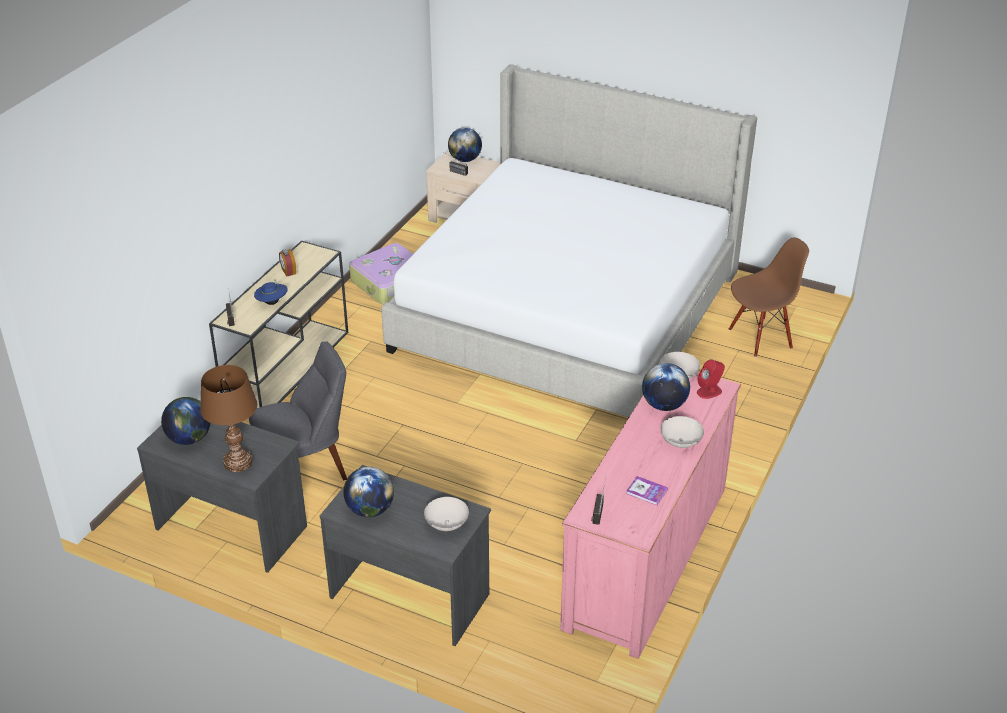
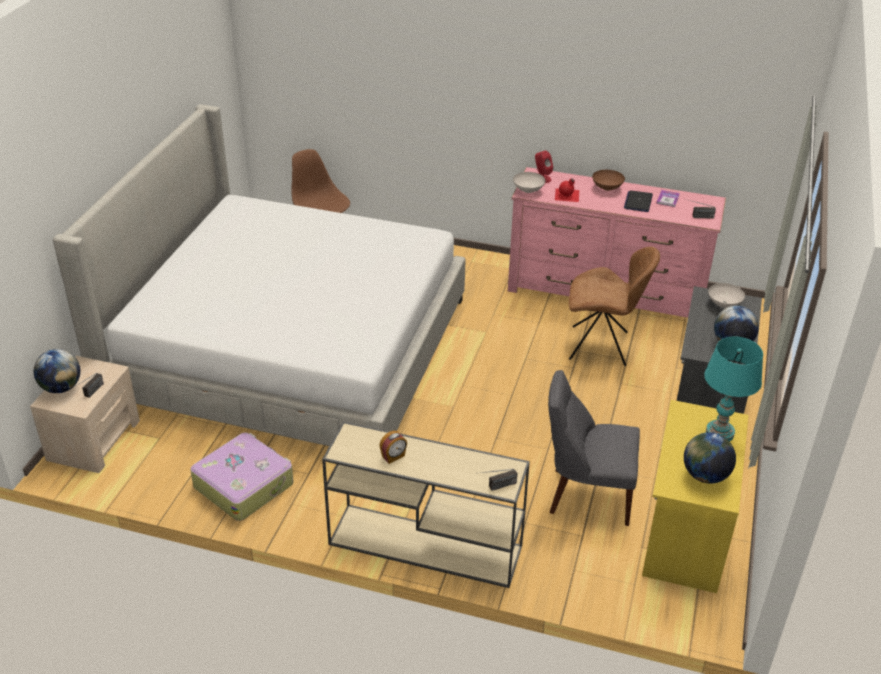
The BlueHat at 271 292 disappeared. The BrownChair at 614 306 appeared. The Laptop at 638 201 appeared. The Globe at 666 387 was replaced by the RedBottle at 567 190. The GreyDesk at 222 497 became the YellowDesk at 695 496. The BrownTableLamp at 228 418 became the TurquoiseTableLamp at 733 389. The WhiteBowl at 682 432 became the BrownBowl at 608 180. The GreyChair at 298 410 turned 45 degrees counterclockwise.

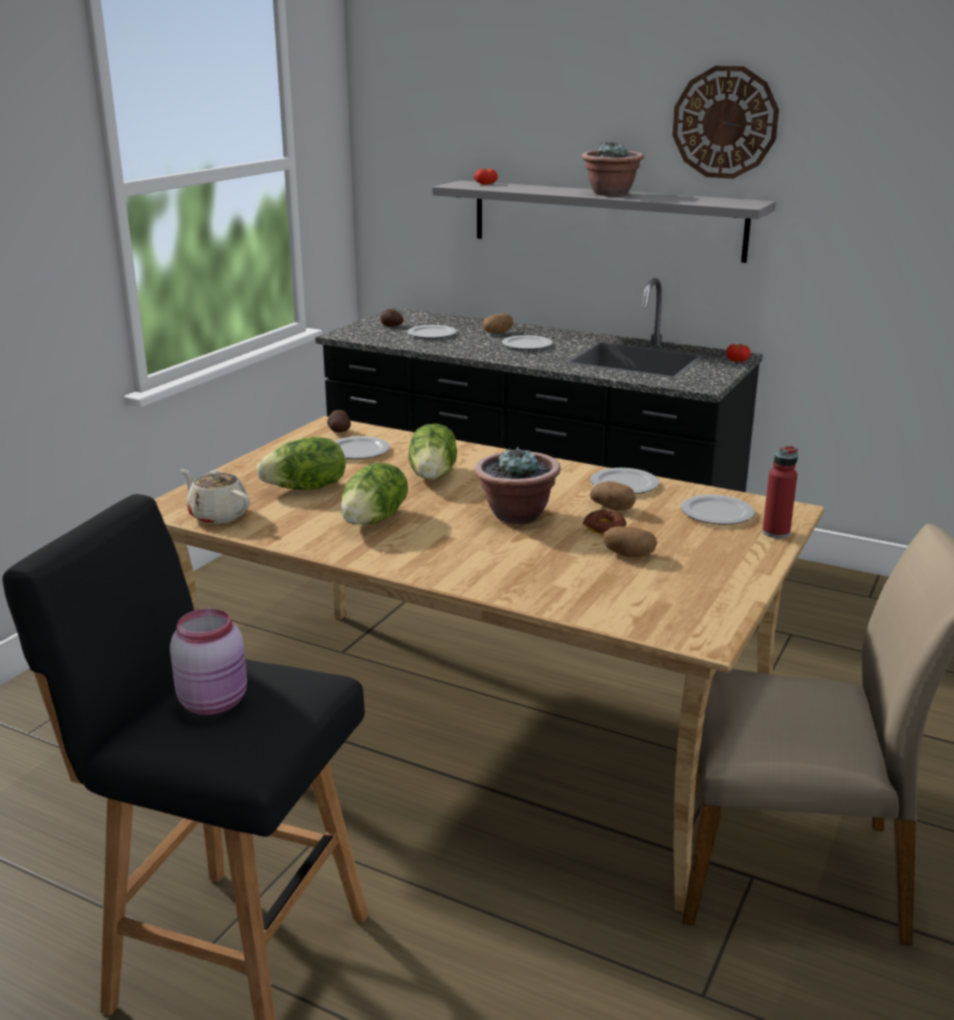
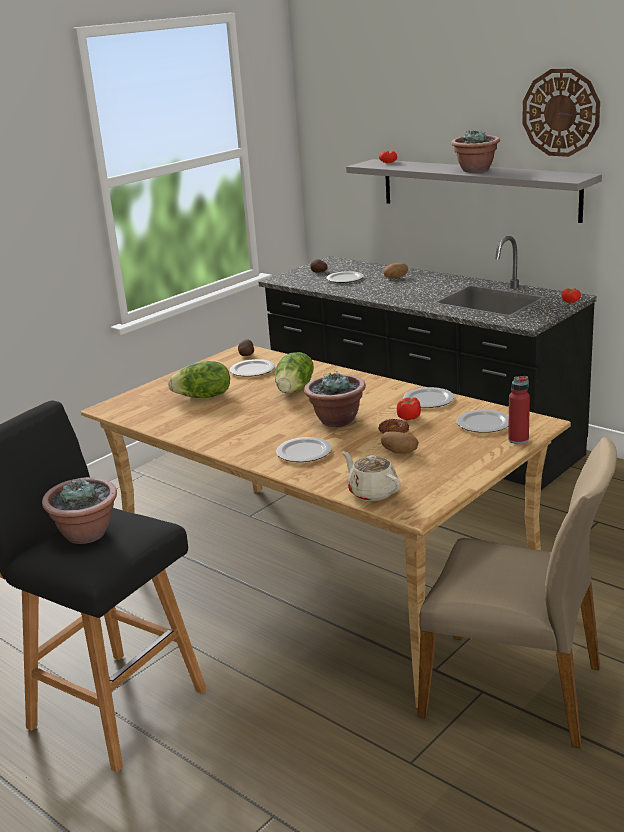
The Lettuce at 374 494 disappeared. The BeigeTeapot moved from 215 496 to 371 476. The Plate moved from 527 342 to 304 449. The PinkJar at 208 661 was replaced by the PottedPlant at 79 510. The Potato at 613 495 was replaced by the Tomato at 409 408.

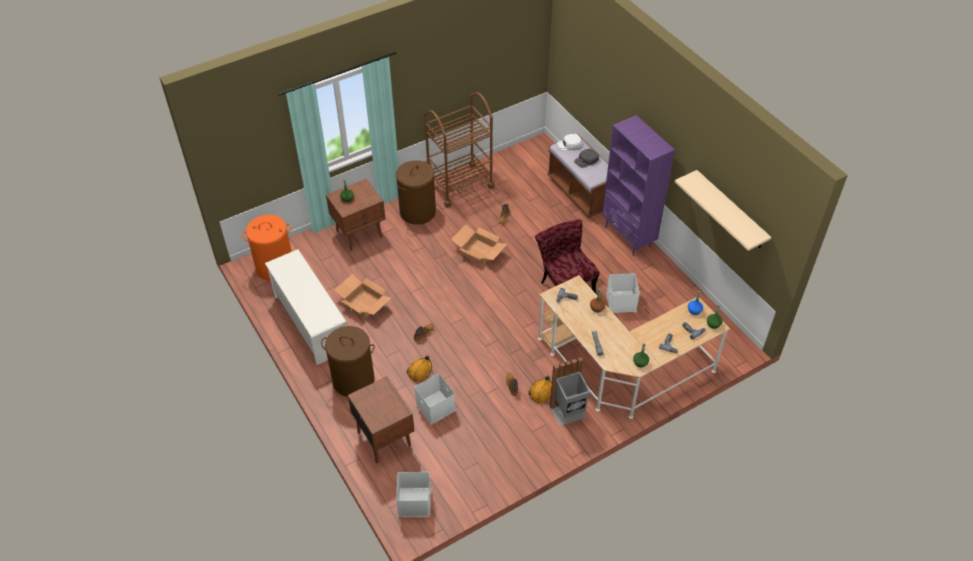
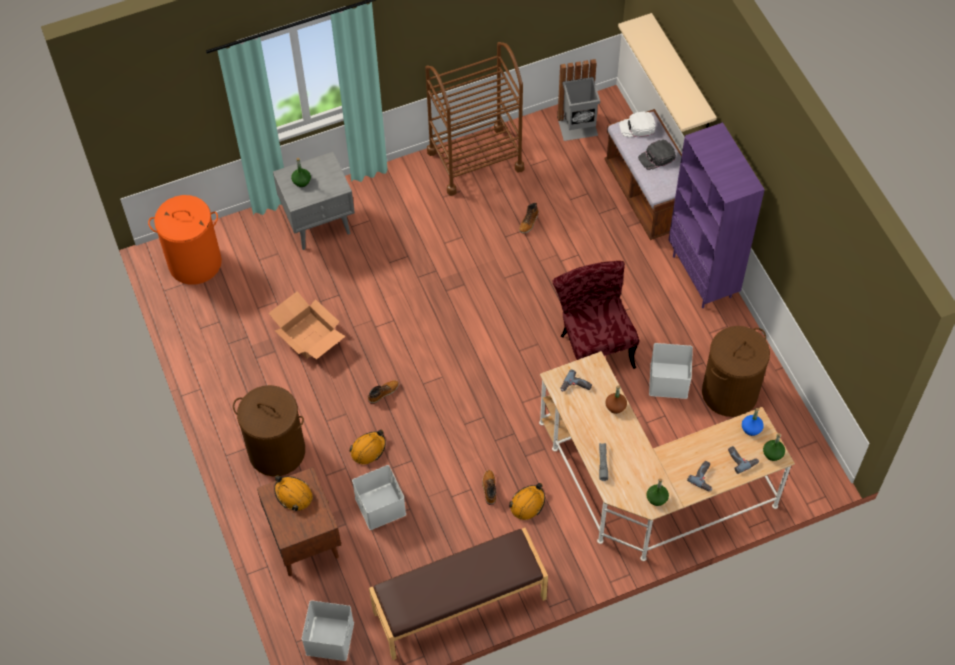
The WhiteShoeRack at 305 307 disappeared. The CardboardBox at 479 244 disappeared. The OrangeHardHat at 293 493 appeared. The BrownBench at 458 594 appeared. The BrownLaundryBasket moved from 416 192 to 736 371. The GreyTrashCan moved from 570 391 to 578 100. The BeigeShelf moved from 723 210 to 667 72. The BrownNightstand at 356 215 became the GreyNightstand at 314 201.

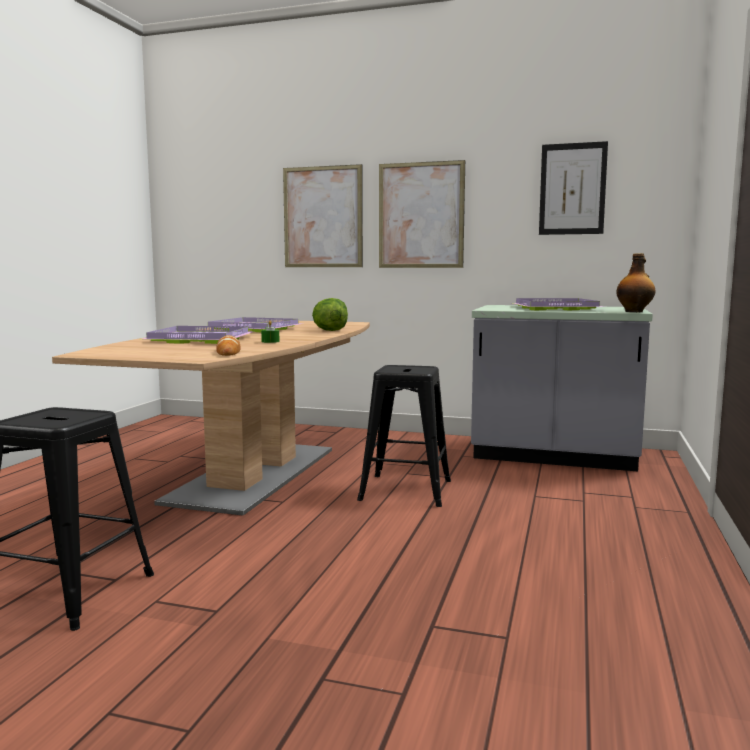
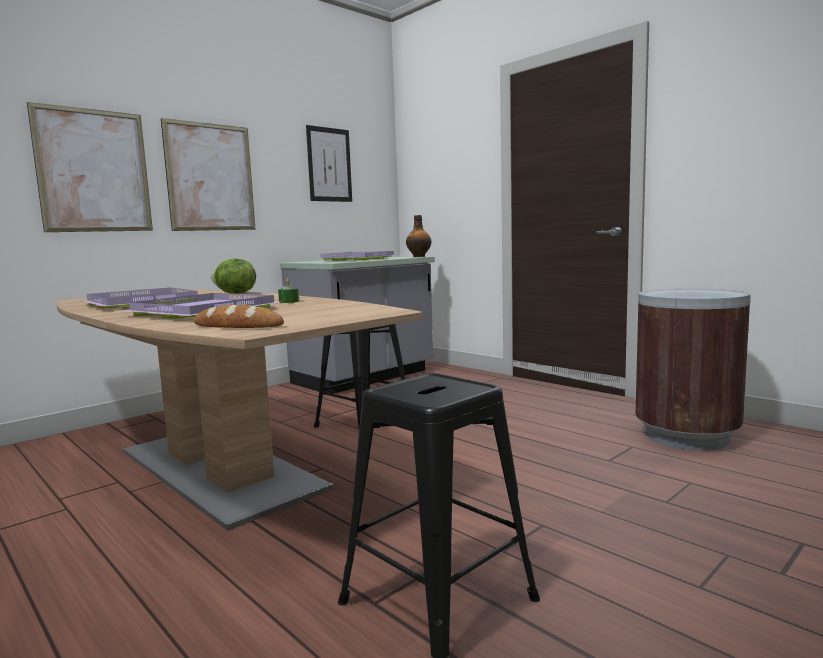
The BrownTrashCan at 693 369 appeared. The Bread moved from 228 345 to 239 316.

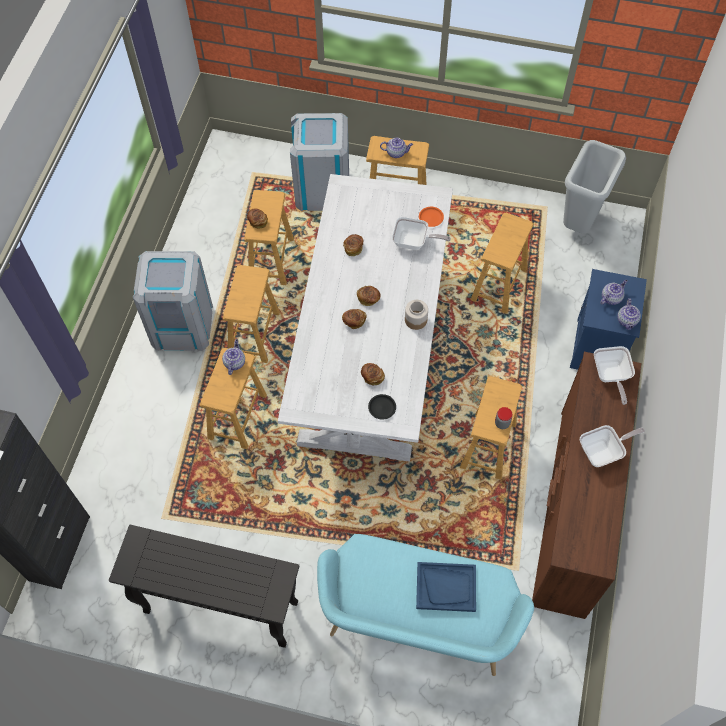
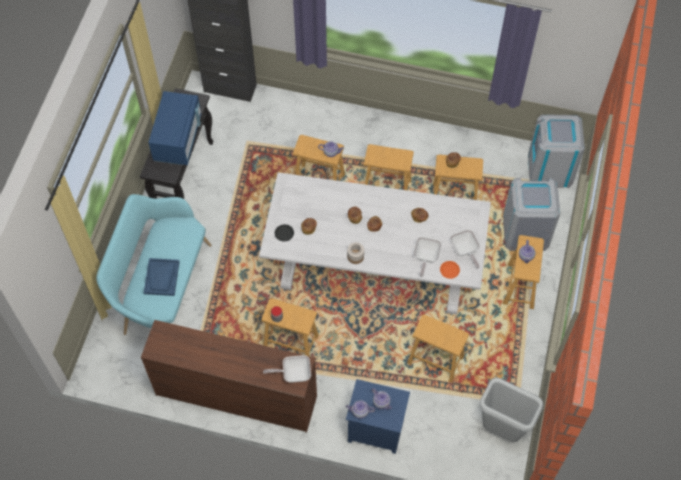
The BlueMicrowave at 174 128 appeared. The GreyTrashCan moved from 173 301 to 556 151. The FryingPan moved from 612 446 to 465 249.

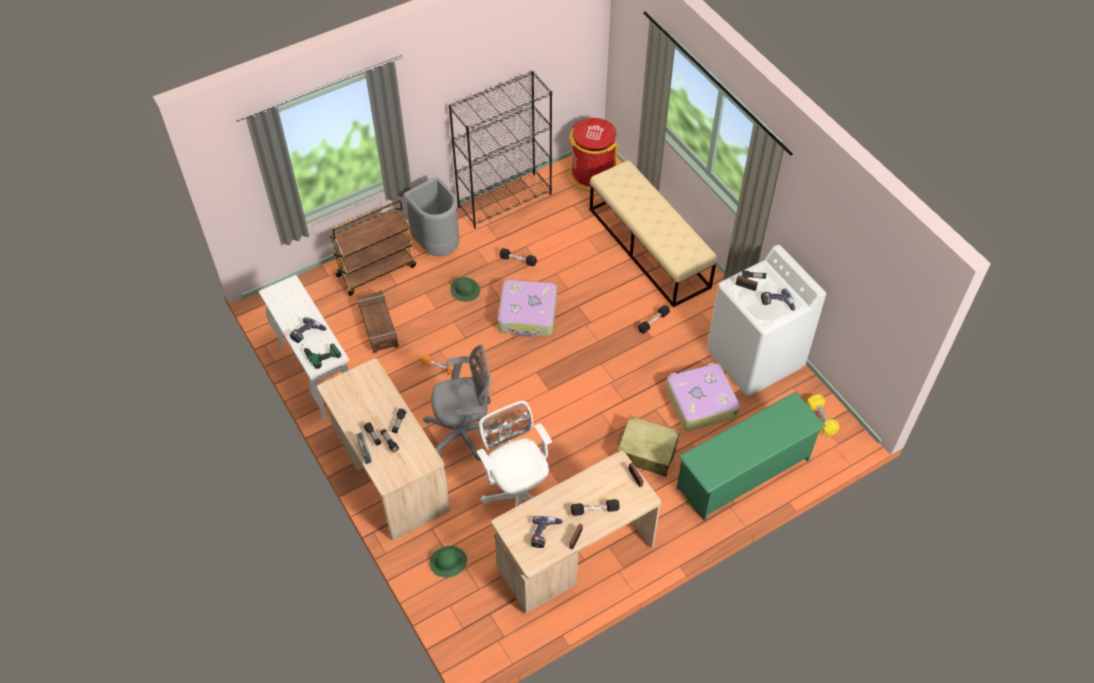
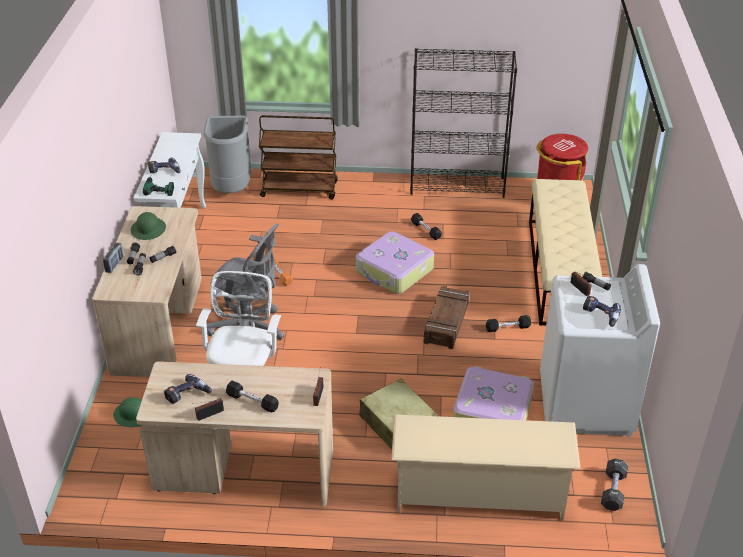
The Crate moved from 378 321 to 447 317. The GreyTrashCan moved from 431 216 to 227 154. The GreenHardHat moved from 465 289 to 148 226. The GreenShoeRack at 751 456 became the BeigeShoeRack at 486 467. The YellowDumbbell at 823 415 became the BlackDumbbell at 614 485.

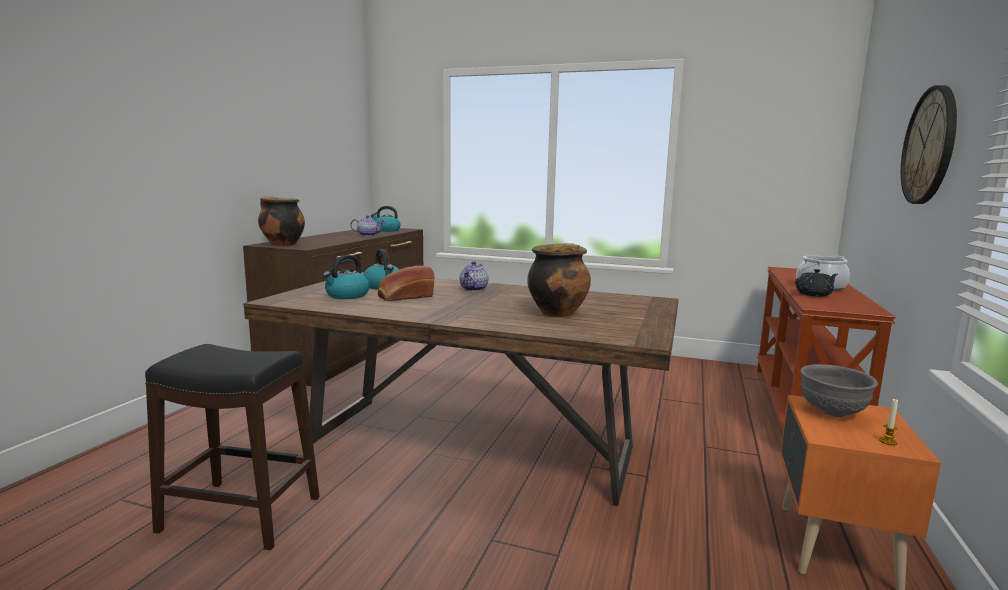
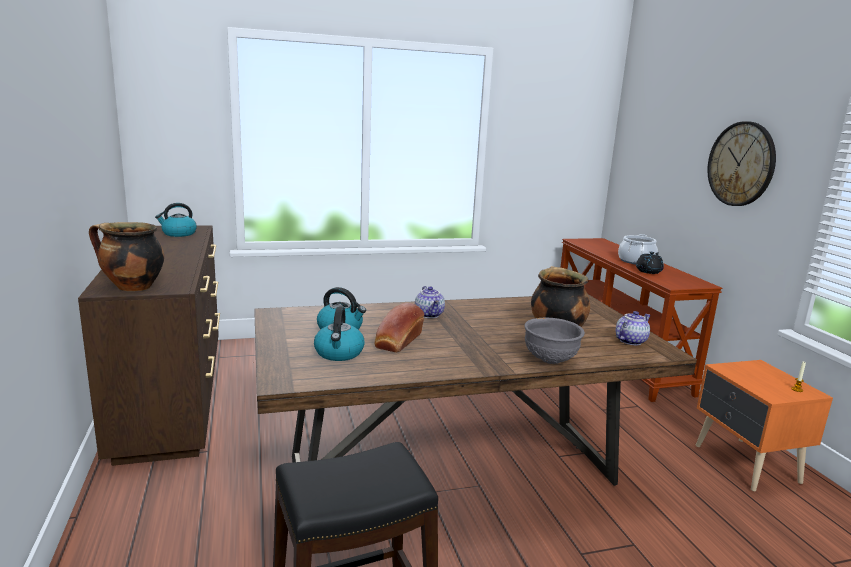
The Teapot moved from 367 225 to 633 328. The GreyBowl moved from 839 390 to 554 341.

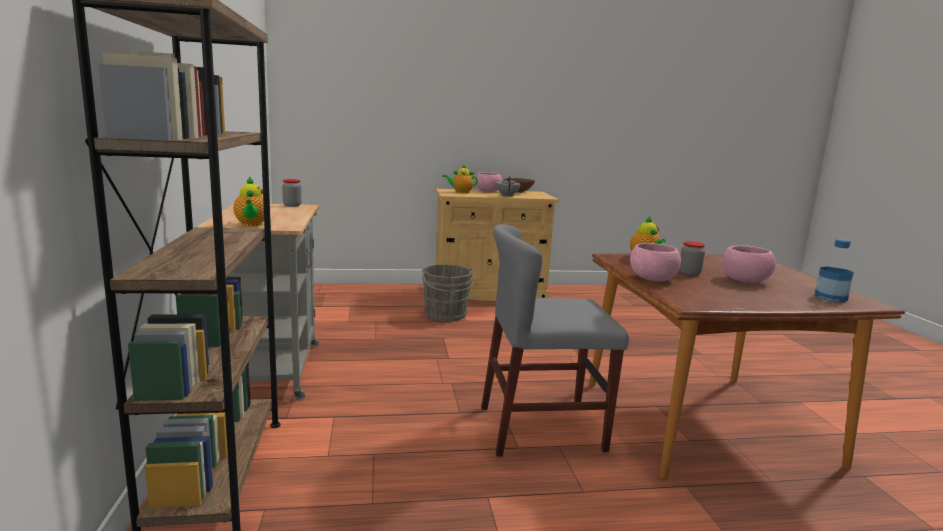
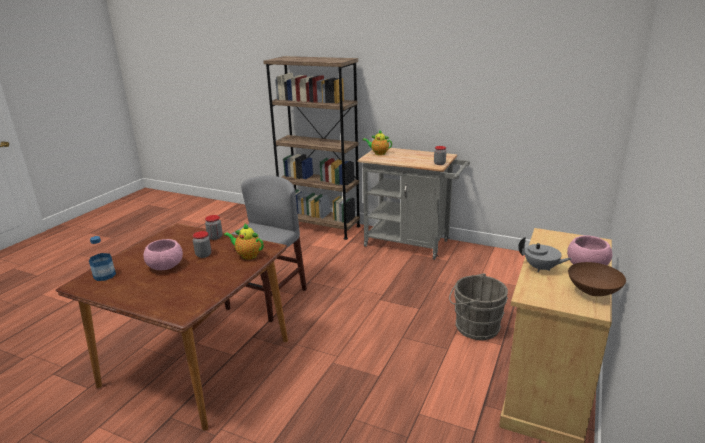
The Teapot at 460 179 disappeared. The PinkBowl at 655 262 was replaced by the Jar at 214 227.

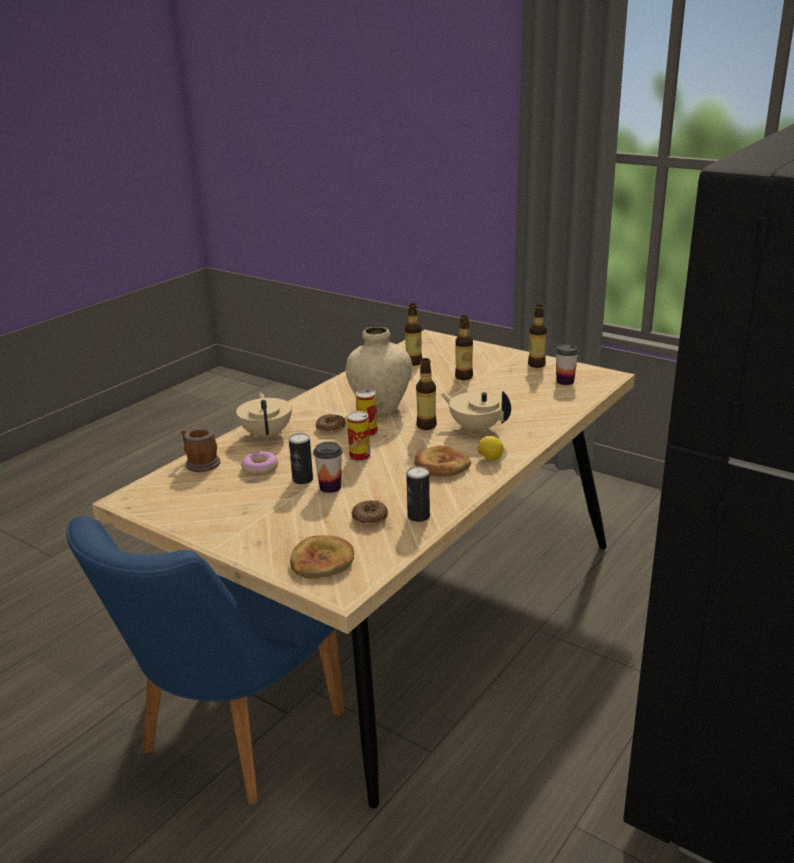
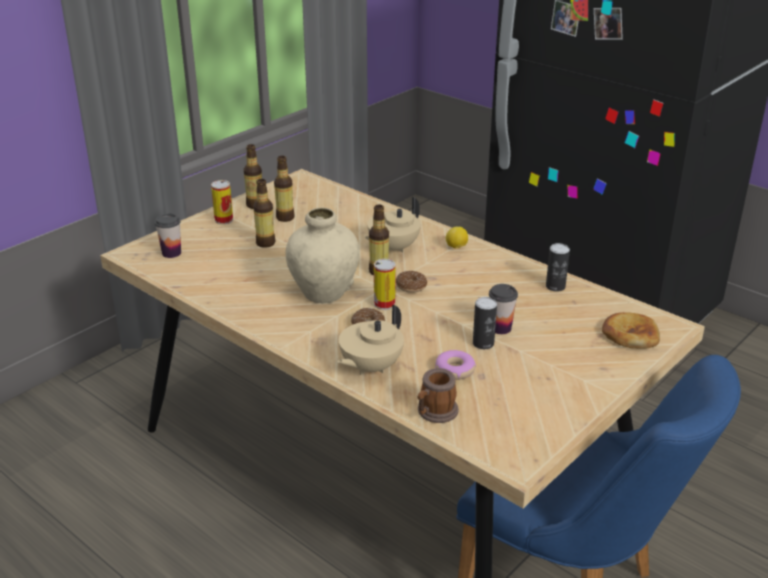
The Bread at 442 461 disappeared. The Can moved from 358 436 to 222 202. The Donut moved from 370 513 to 411 282. The Bottle moved from 413 334 to 284 189. The Cup moved from 567 364 to 168 235. The BeigeTeapot at 264 416 turned 45 degrees counterclockwise.

